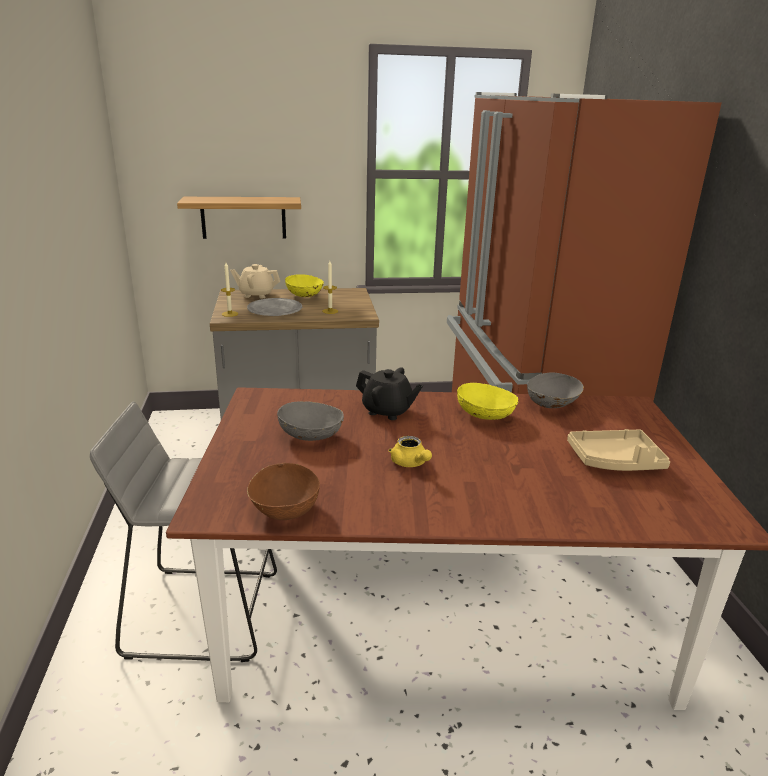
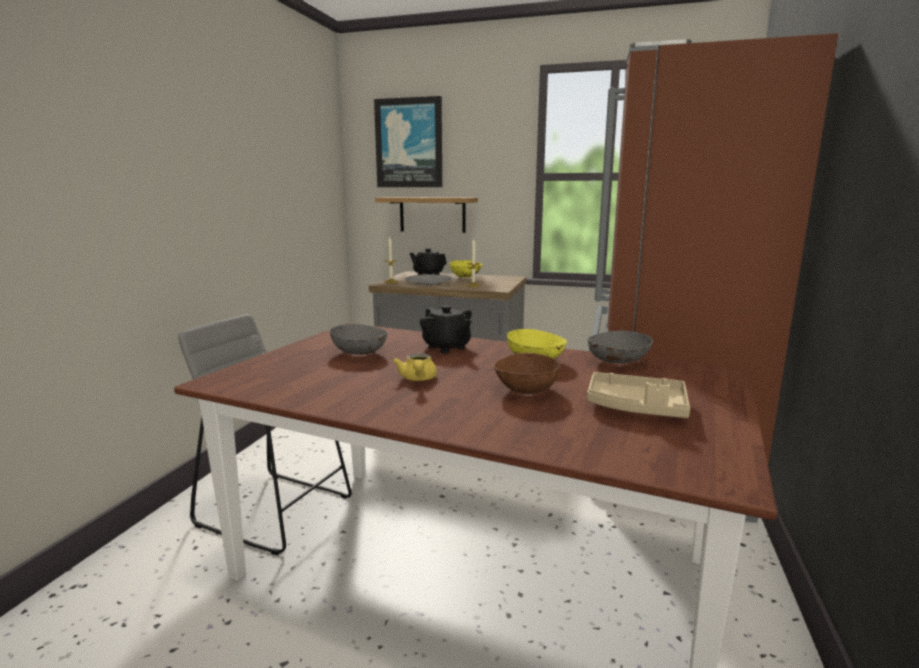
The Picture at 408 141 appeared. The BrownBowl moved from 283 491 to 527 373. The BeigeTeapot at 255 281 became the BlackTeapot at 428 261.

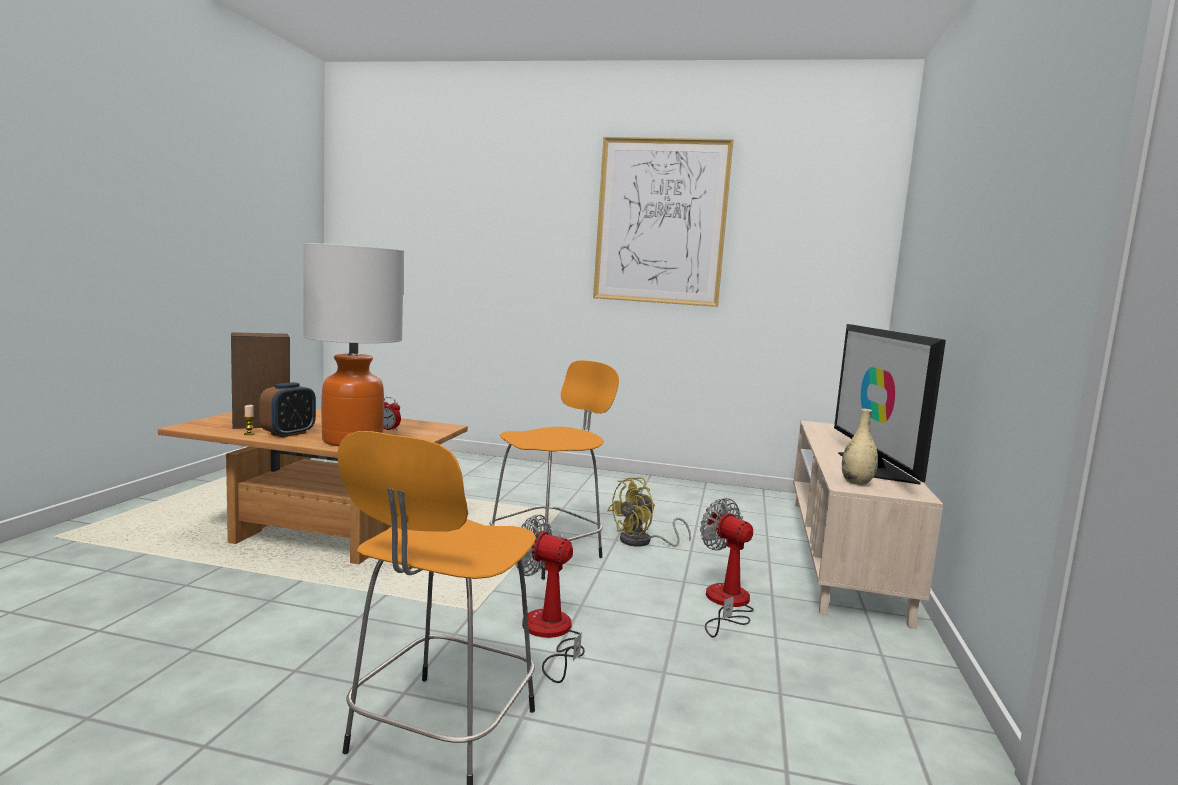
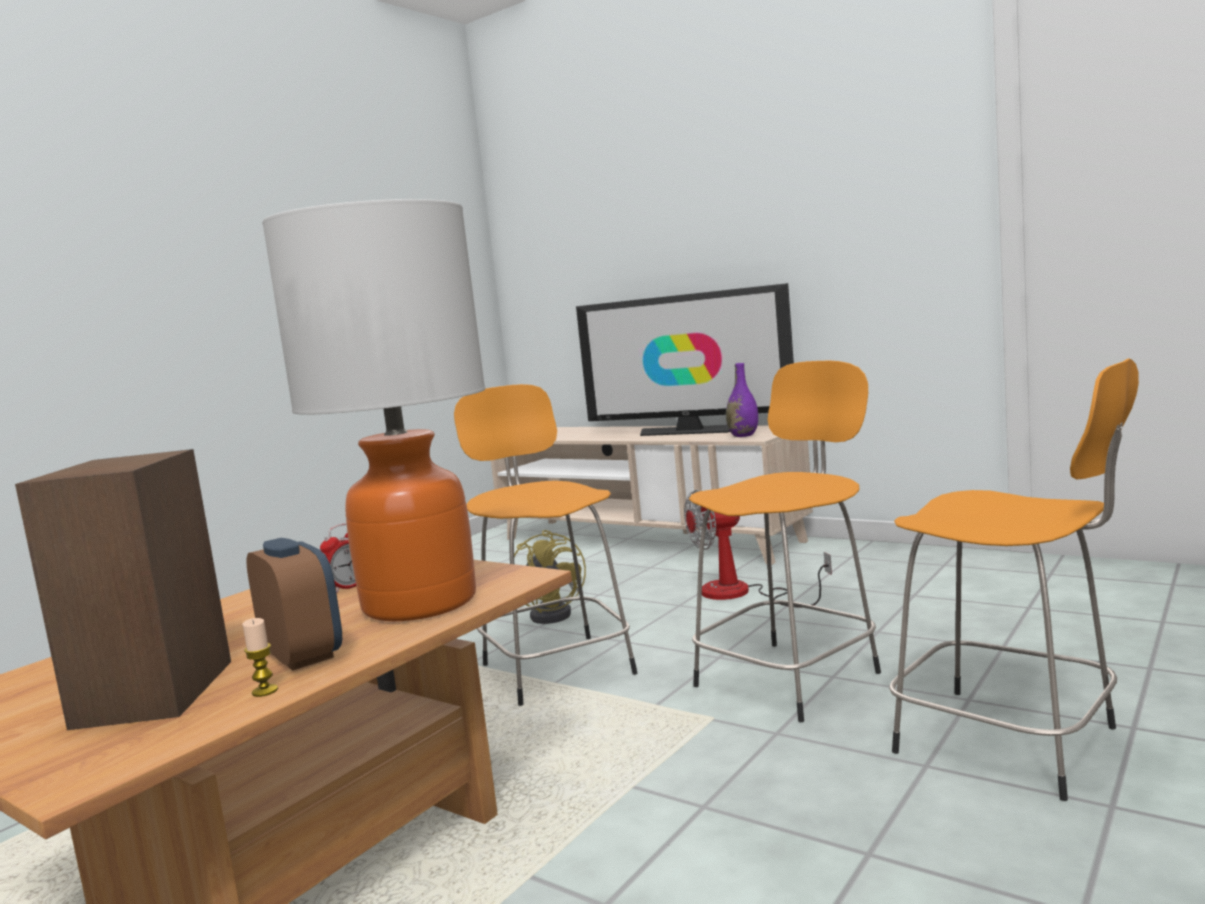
The Picture at 663 222 disappeared. The Fan at 550 599 was replaced by the OrangeStool at 785 541. The BeigeVase at 860 447 became the PurpleVase at 742 400.

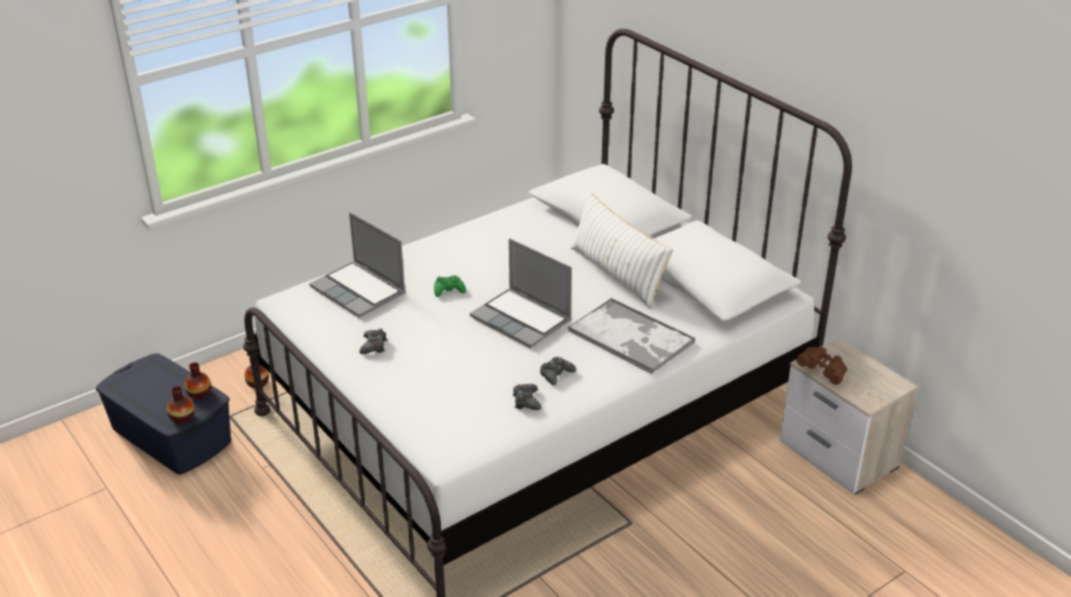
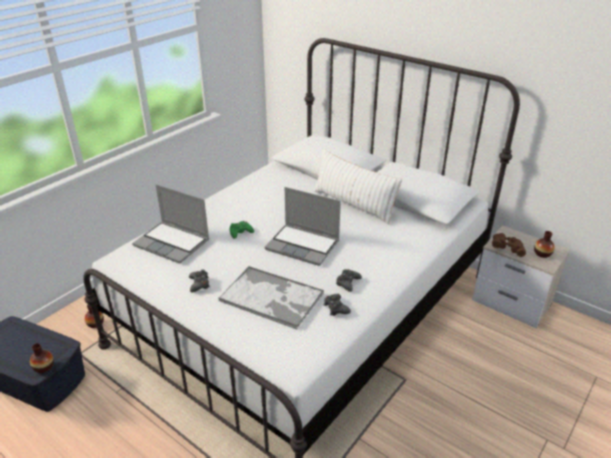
The Vase moved from 197 380 to 544 244. The Tray moved from 631 336 to 271 297.

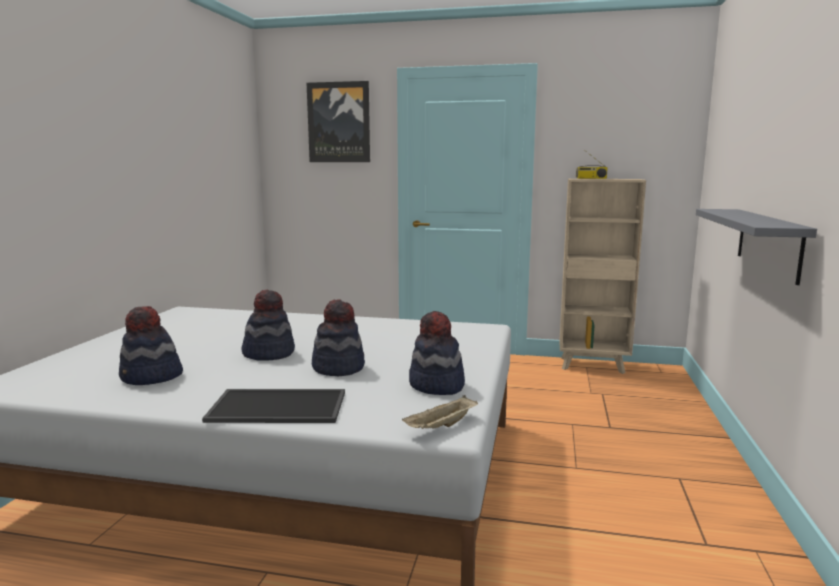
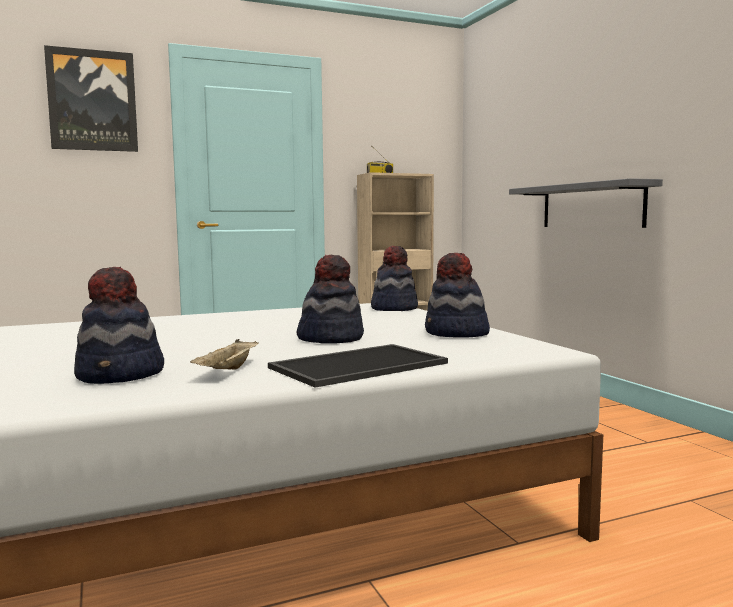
The Hat moved from 268 325 to 394 278. The BeigeTray moved from 440 412 to 224 354.

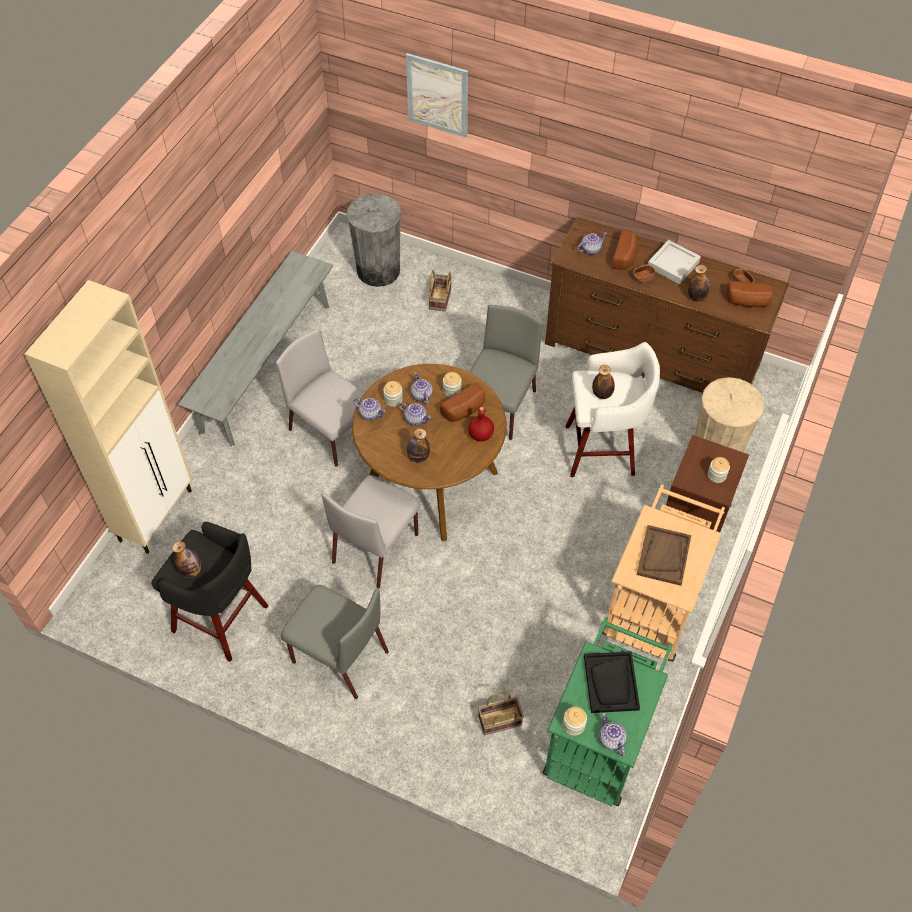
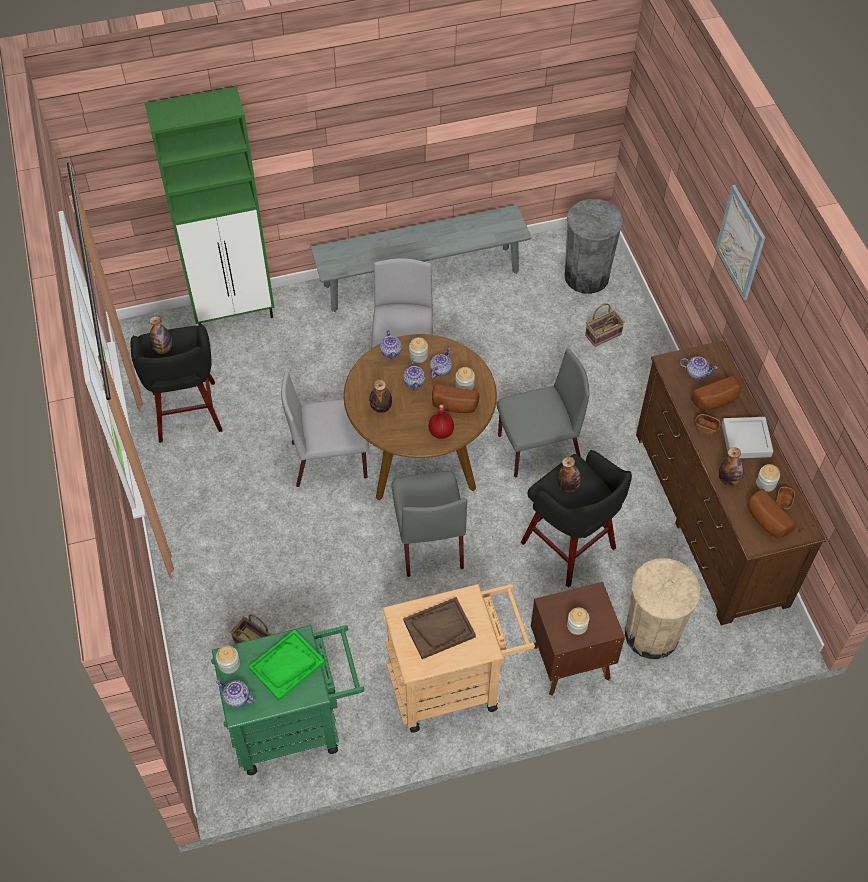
The Jar at 768 478 appeared. The GreyChair moved from 335 642 to 429 524. The Picture moved from 437 95 to 740 242. The BeigeCabinet at 108 417 became the GreenCabinet at 210 206. The WhiteStool at 613 409 became the BlackStool at 576 519. The BlackTray at 612 682 became the GreenTray at 287 665. The Teapot at 612 734 turned 90 degrees counterclockwise.

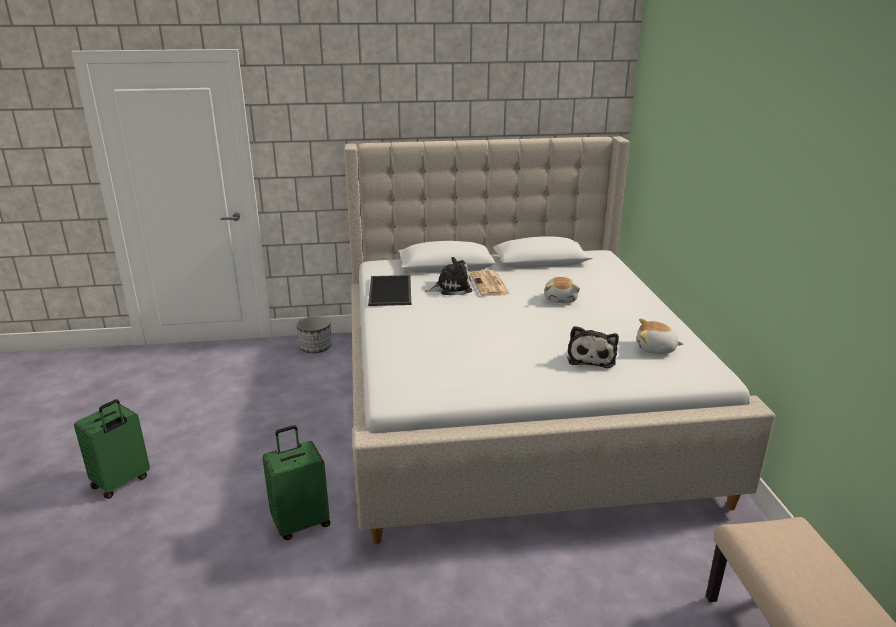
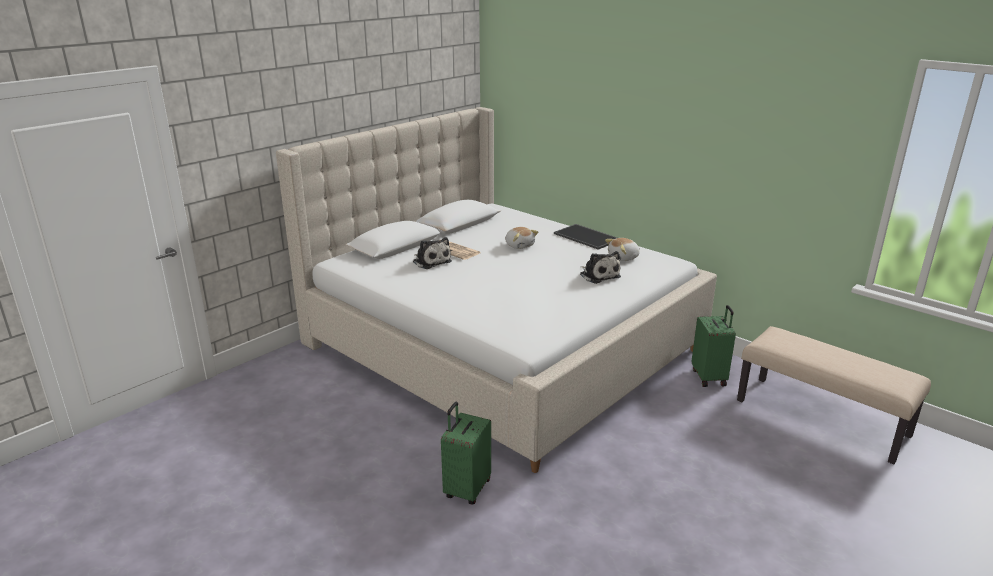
The Planter at 314 334 disappeared. The GreenSuitcase moved from 112 449 to 714 346. The Tray moved from 389 290 to 585 237. The PlushToy at 448 276 turned 105 degrees clockwise.

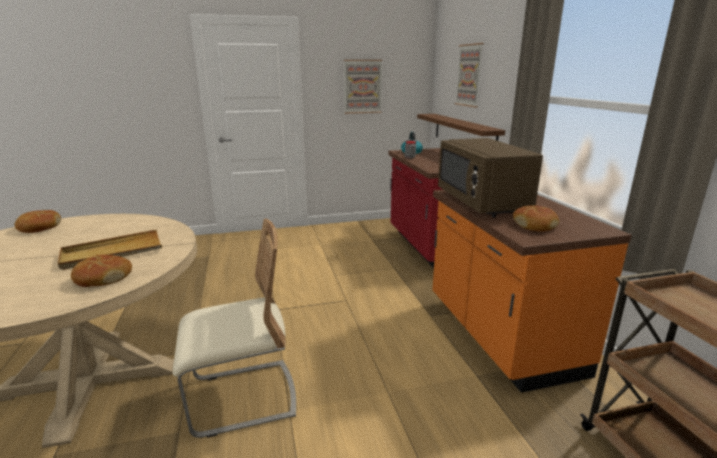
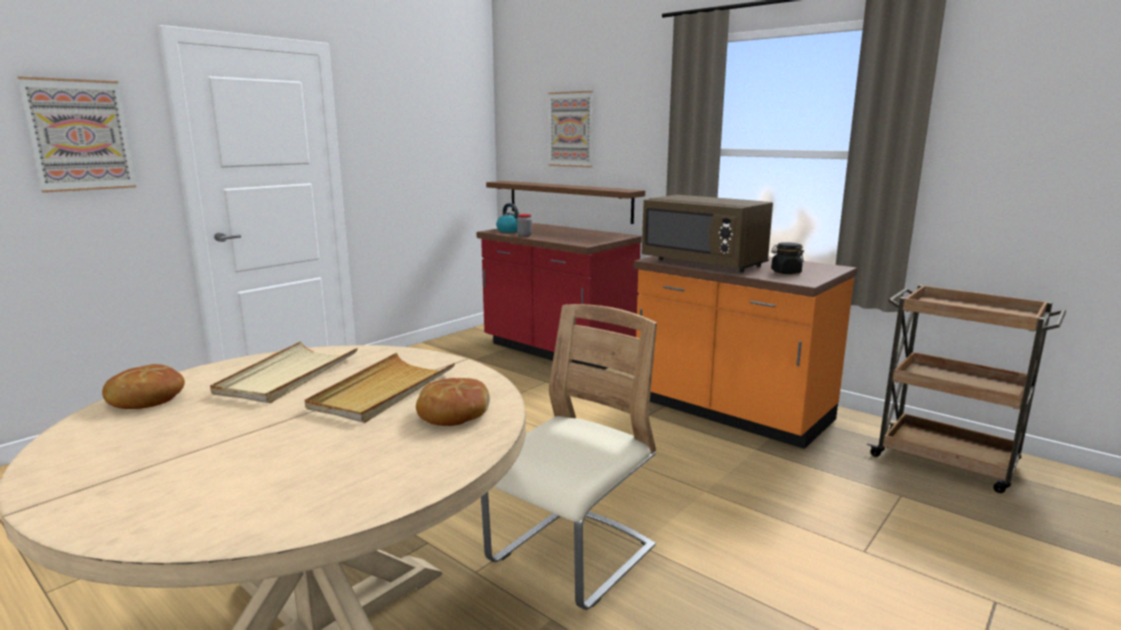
The BeigeTray at 284 372 appeared. The Picture moved from 363 87 to 77 134. The Bread at 536 218 was replaced by the BlackJar at 787 258.

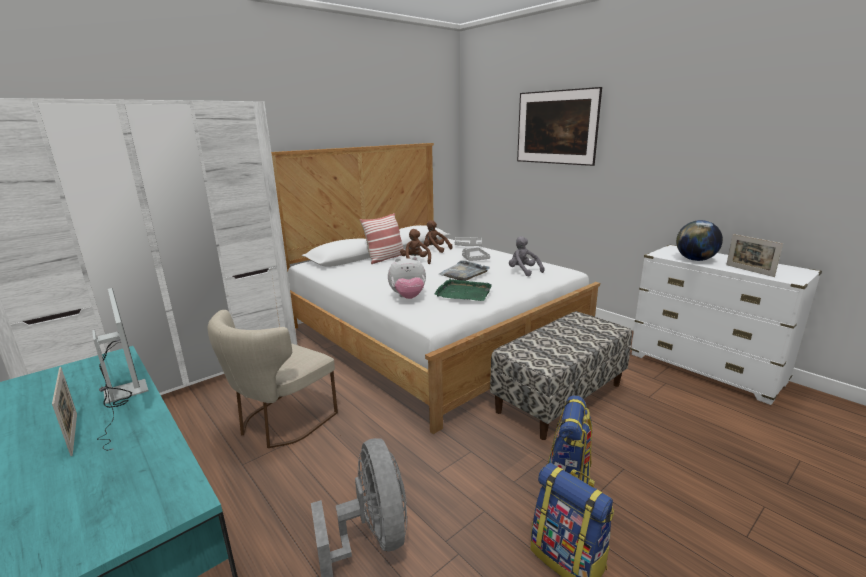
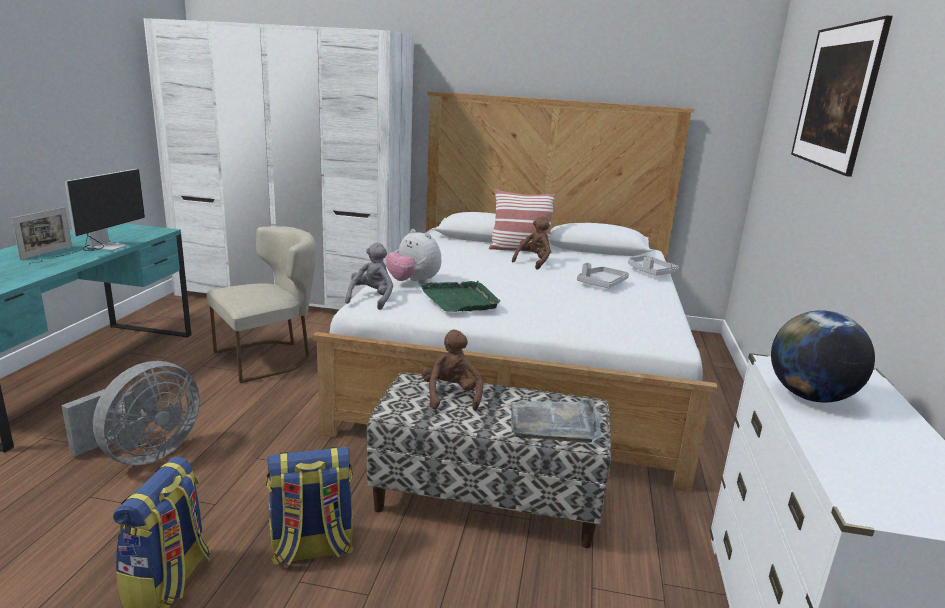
The PictureFrame at 754 255 disappeared. The BrownPlushToy moved from 438 236 to 452 370. The GreyTray moved from 464 270 to 556 420. The GreyPlushToy moved from 526 256 to 369 276. The BeigeChair at 273 379 turned 150 degrees clockwise.

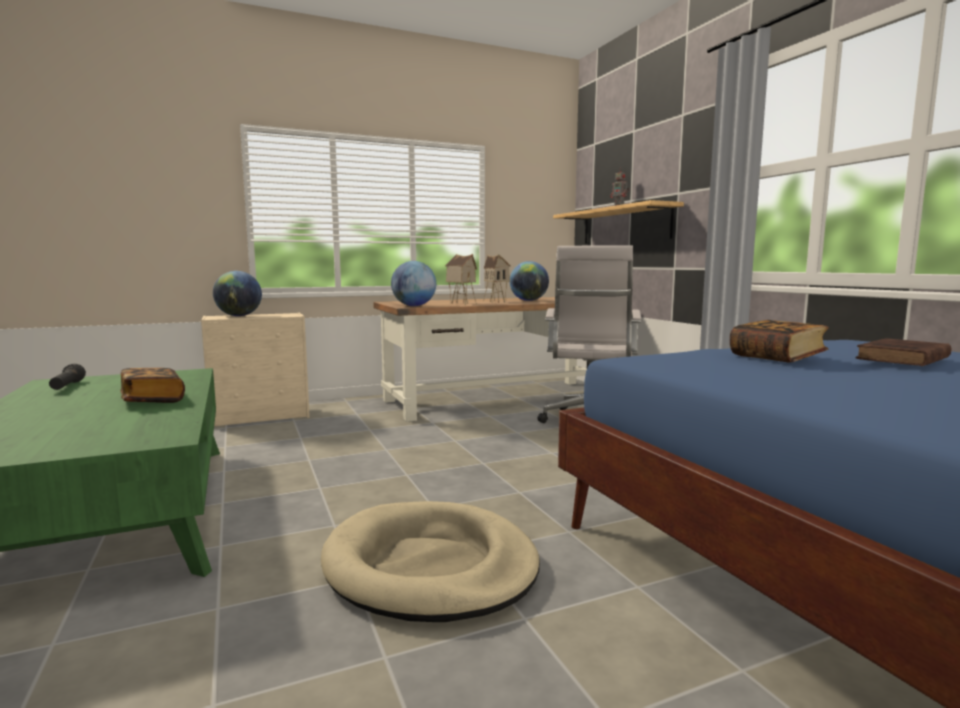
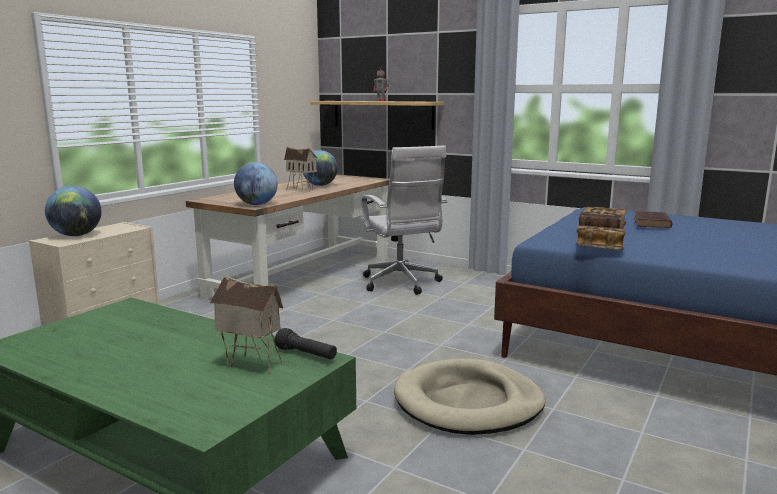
The BlackFlashlight moved from 67 377 to 306 344. The Book moved from 152 385 to 600 237. The ToyHouse moved from 461 279 to 246 324.

